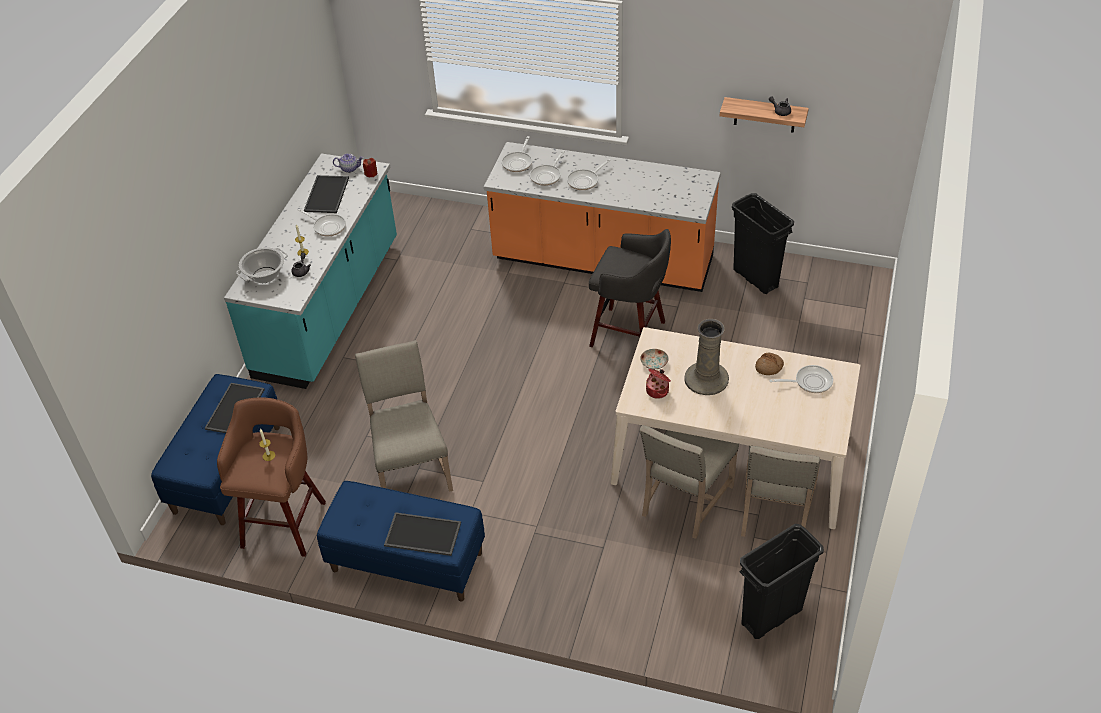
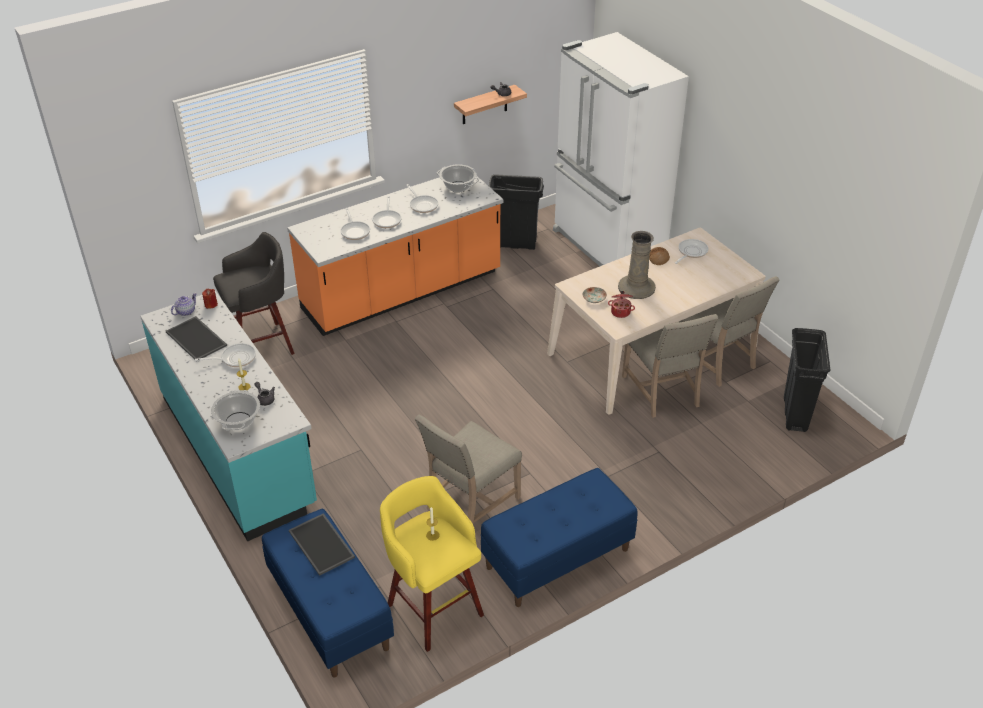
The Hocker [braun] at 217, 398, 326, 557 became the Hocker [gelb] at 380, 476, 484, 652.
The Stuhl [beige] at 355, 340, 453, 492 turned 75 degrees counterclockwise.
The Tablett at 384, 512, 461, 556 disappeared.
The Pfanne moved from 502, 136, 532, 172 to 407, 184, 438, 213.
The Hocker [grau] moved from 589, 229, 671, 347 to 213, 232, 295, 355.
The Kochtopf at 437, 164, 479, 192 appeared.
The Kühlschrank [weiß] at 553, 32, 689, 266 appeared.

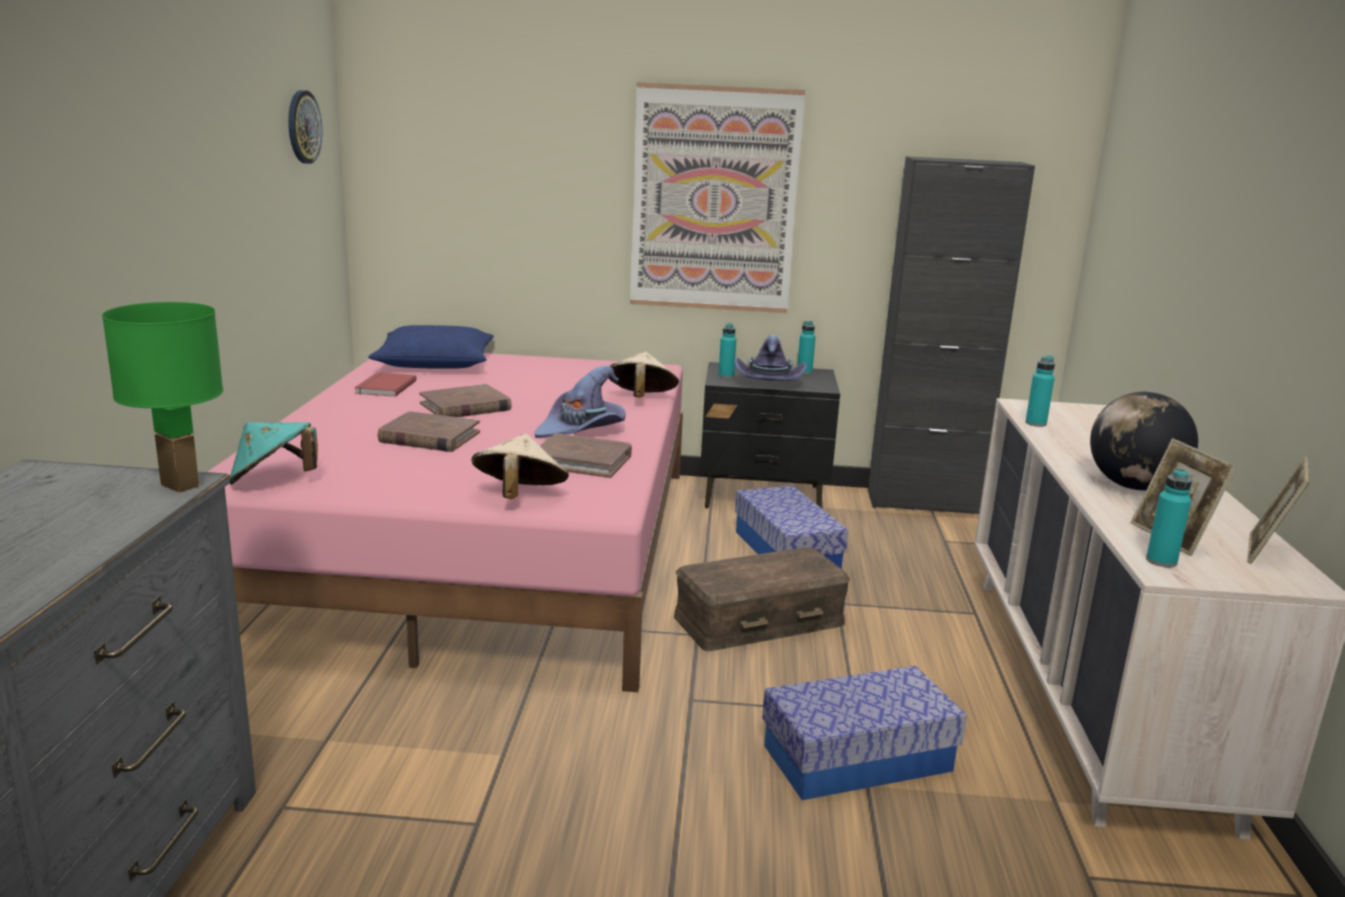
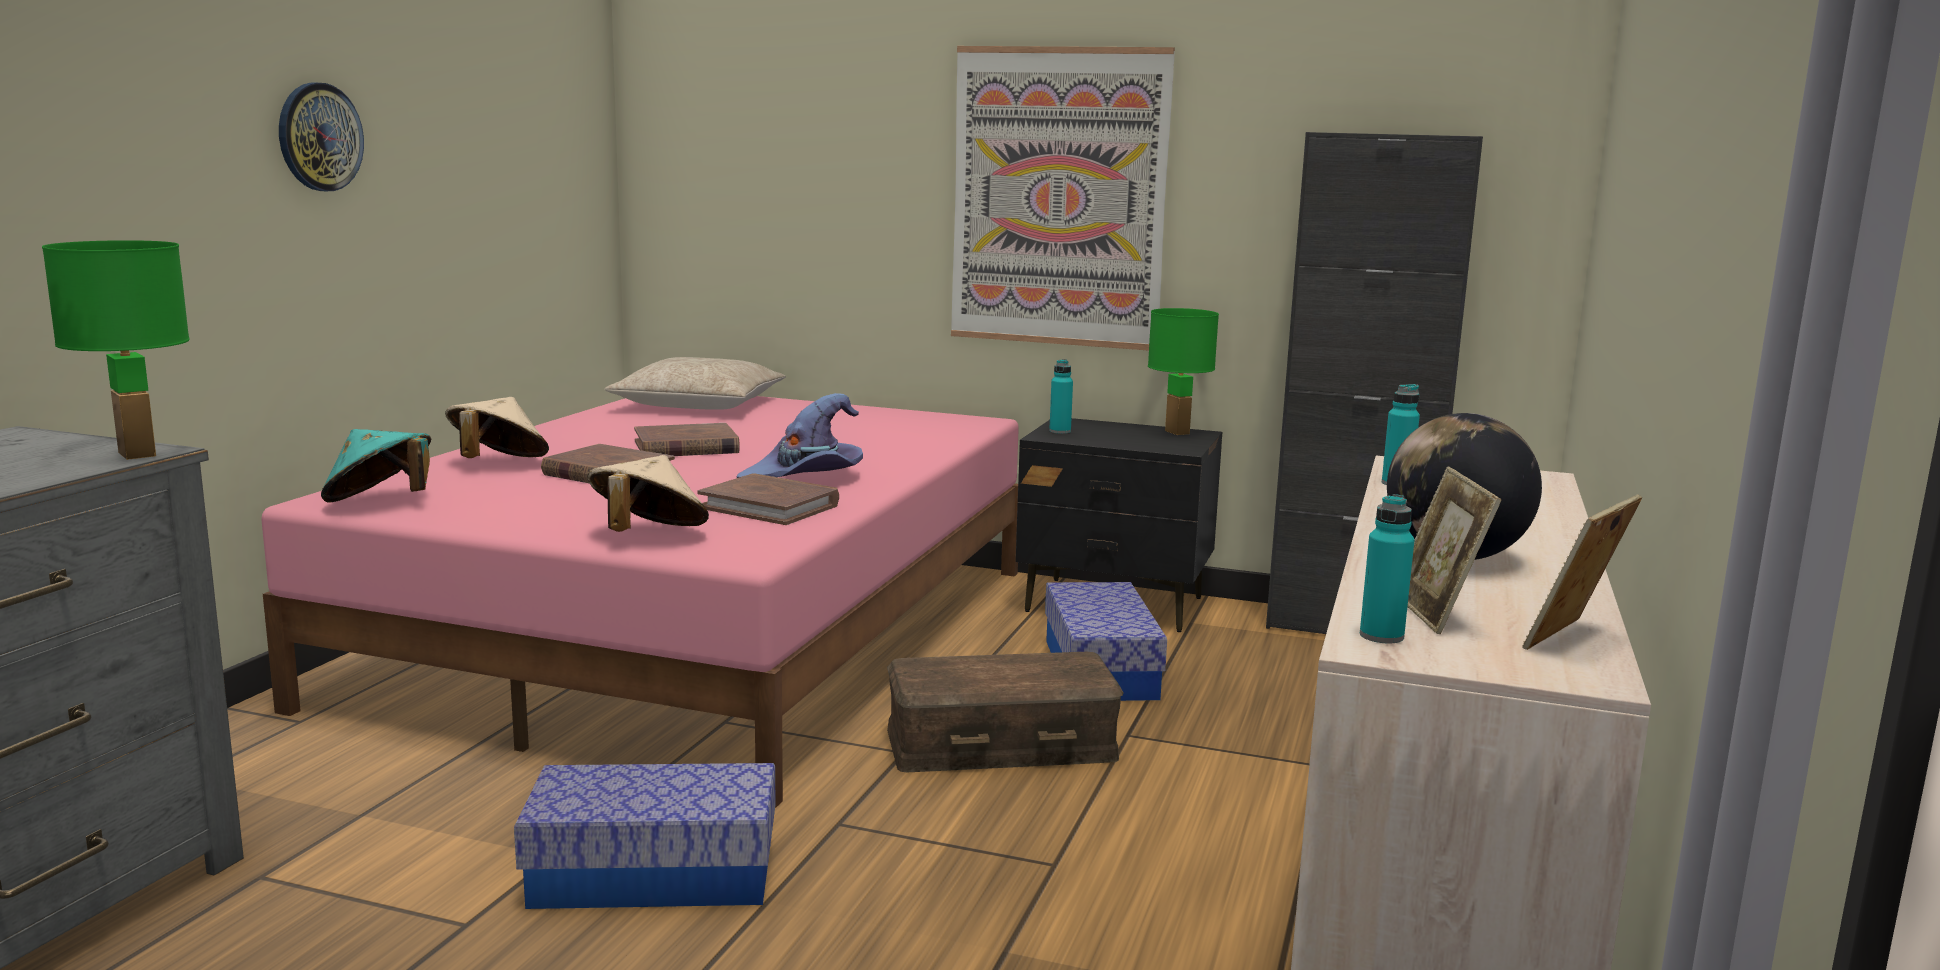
The Wanduhr moved from 288, 90, 322, 164 to 279, 83, 364, 191.
The Buch [rot] at 354, 372, 416, 397 disappeared.
The Kissen [blau] at 368, 325, 494, 369 became the Kissen [beige] at 605, 357, 786, 410.
The Hut [beige] moved from 609, 352, 679, 398 to 445, 397, 549, 458.
The Hut [lila] at 734, 334, 807, 381 disappeared.
The Aufbewahrungsbox moved from 762, 666, 967, 800 to 514, 763, 776, 909.
The Flasche [türkis] at 797, 321, 816, 374 was replaced by the Tischlampe [grün] at 1148, 308, 1219, 435.

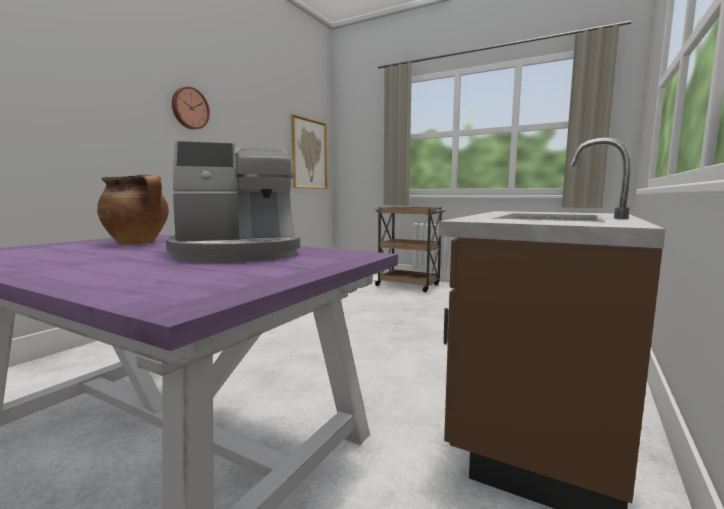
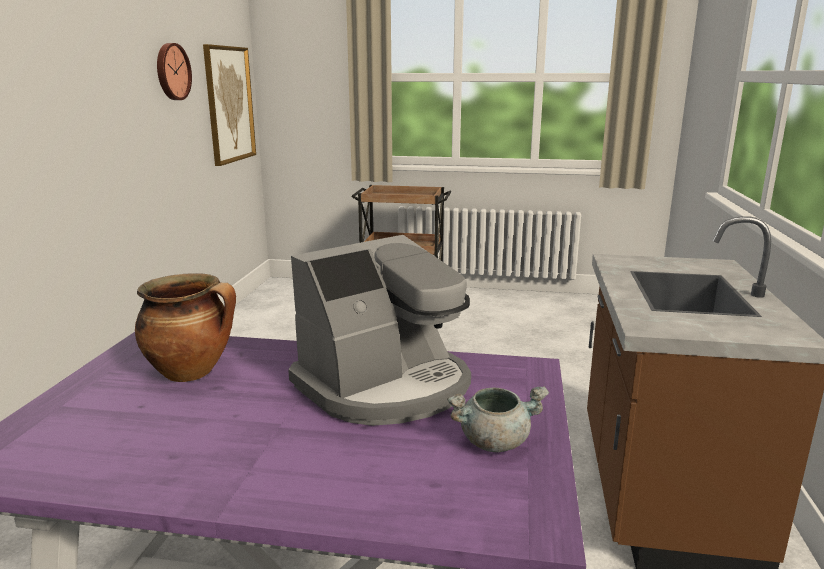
The Wanduhr moved from 172, 87, 210, 130 to 157, 43, 192, 100.
The Kochtopf [grau] at 447, 386, 549, 452 appeared.

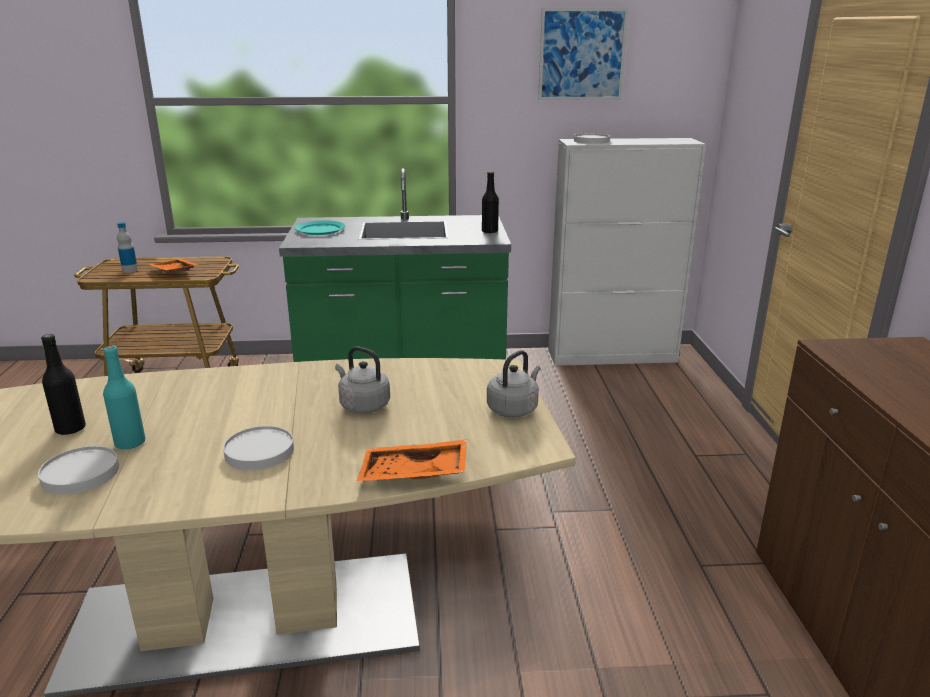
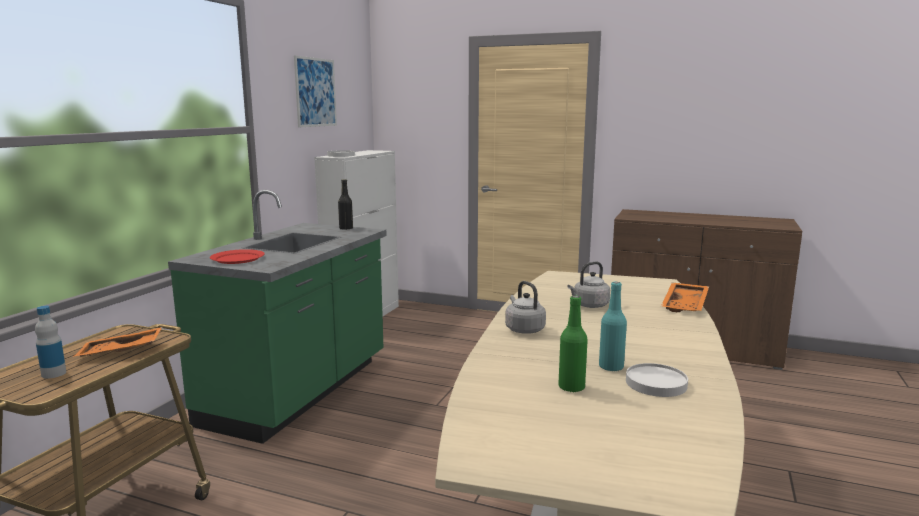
The Flasche [schwarz] at 41, 334, 86, 435 became the Flasche [grün] at 558, 296, 588, 393.
The Teller [weiß] at 223, 426, 294, 470 disappeared.
The Teller [türkis] at 295, 220, 345, 235 became the Teller [rot] at 210, 249, 265, 264.
The Wasserkessel [grau] moved from 487, 350, 541, 417 to 505, 281, 546, 334.

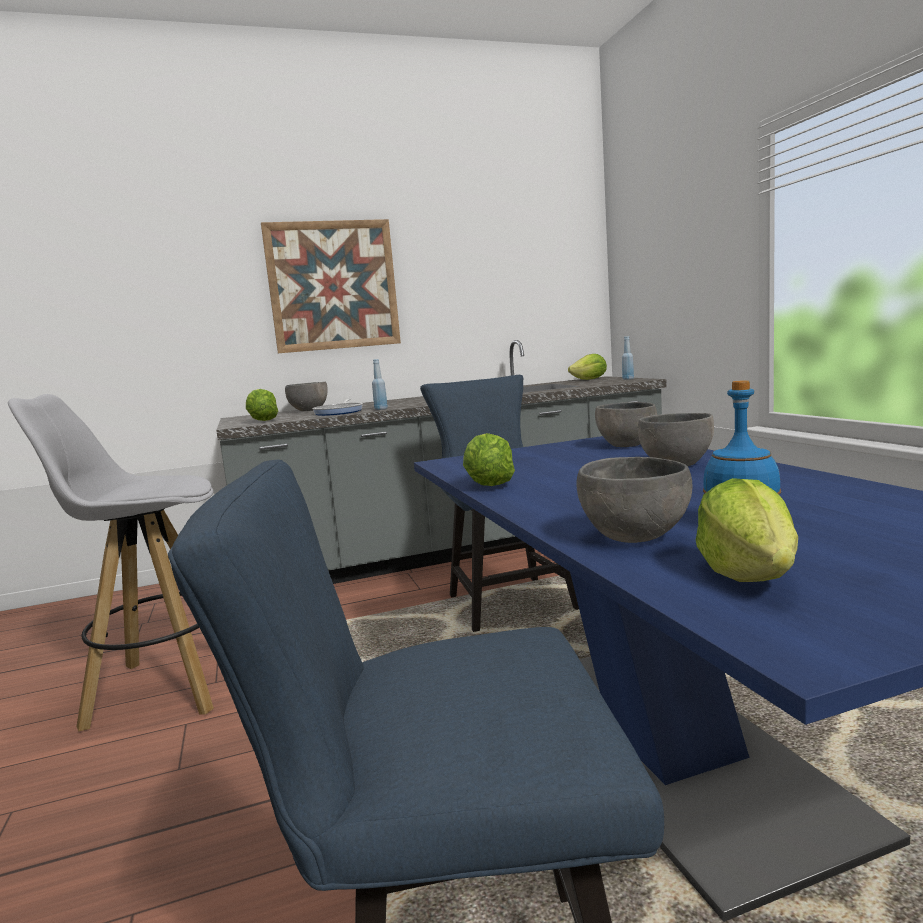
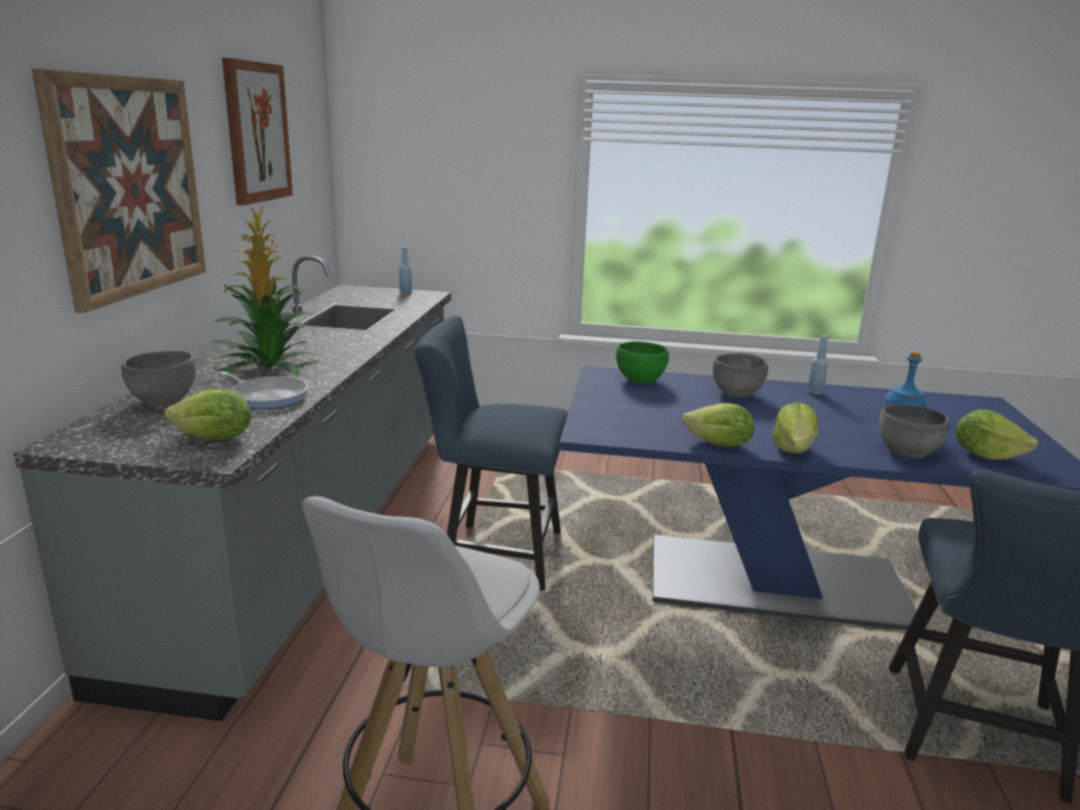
The Flasche [blau] moved from 372, 359, 388, 410 to 807, 335, 828, 395.
The Salatkopf moved from 568, 354, 607, 380 to 773, 402, 818, 453.
The Schüssel [grau] at 595, 402, 657, 447 became the Schüssel [grün] at 616, 341, 669, 384.
The Topfpflanze at 212, 206, 317, 377 appeared.
The Bild at 222, 58, 293, 205 appeared.

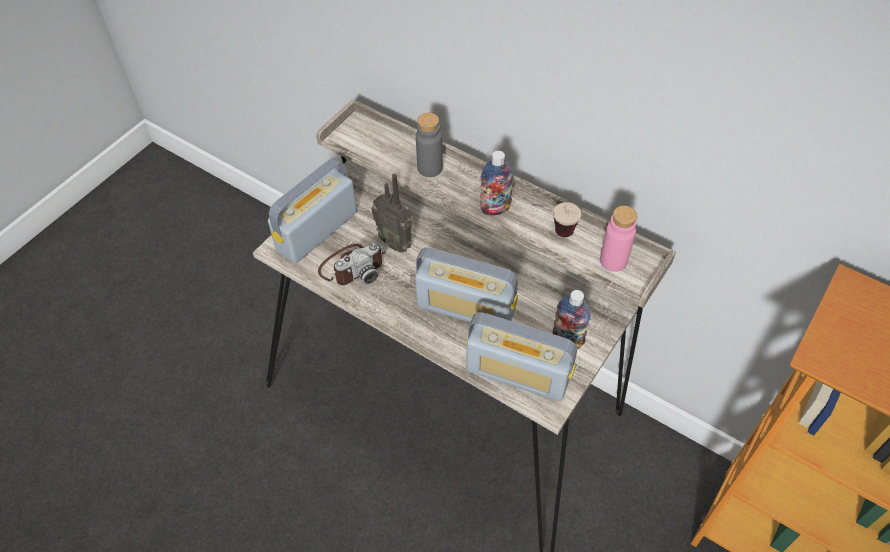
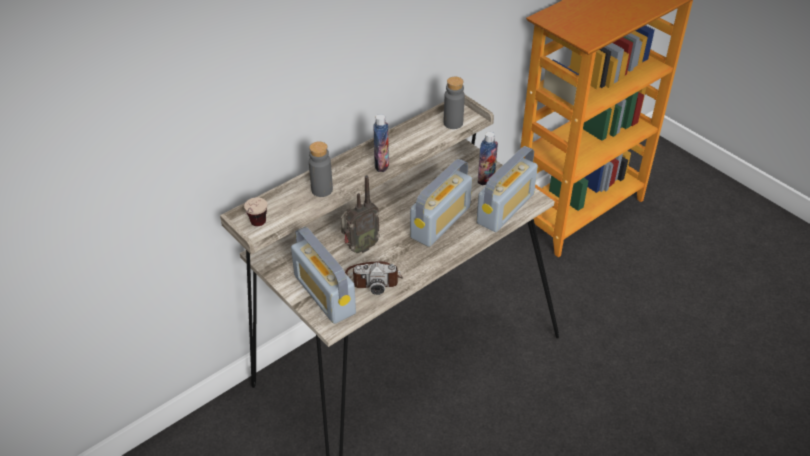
The Kamera at 318, 243, 385, 285 turned 105 degrees clockwise.
The Tasse moved from 532, 202, 581, 237 to 244, 197, 267, 226.
The Flasche [rosa] at 600, 206, 637, 272 became the Flasche [grau] at 444, 77, 465, 129.

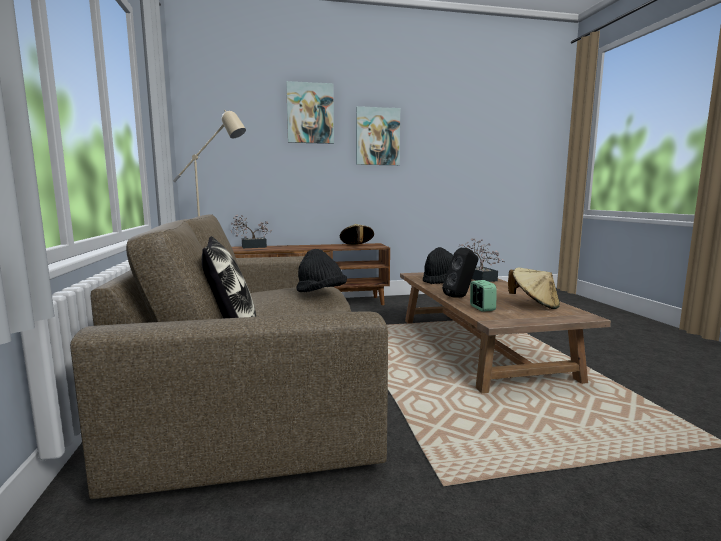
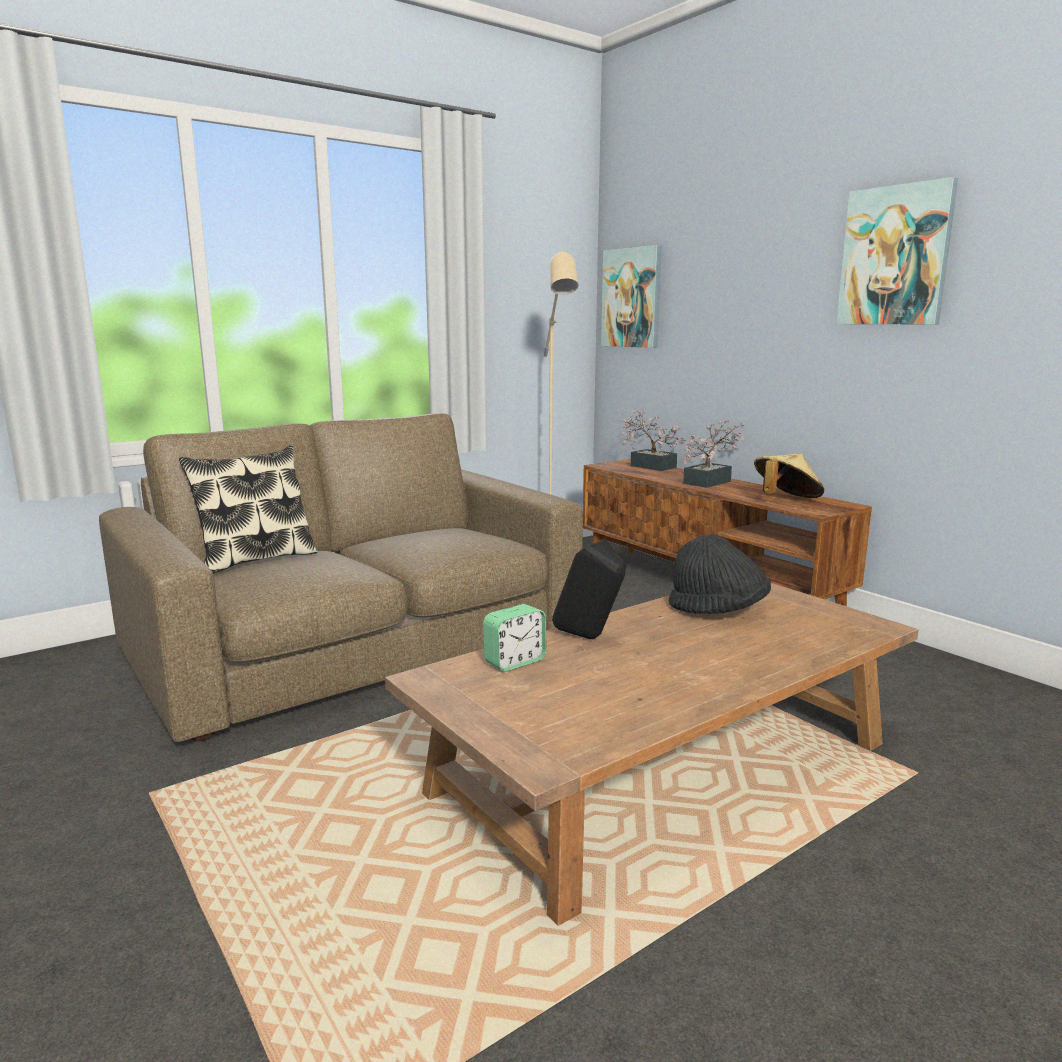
The Bild moved from 286, 81, 334, 144 to 601, 245, 662, 348.
The Hut [schwarz] at 296, 249, 347, 292 disappeared.
The Topfpflanze moved from 458, 238, 505, 282 to 683, 420, 745, 488.
The Hut [beige] at 508, 268, 560, 309 disappeared.

